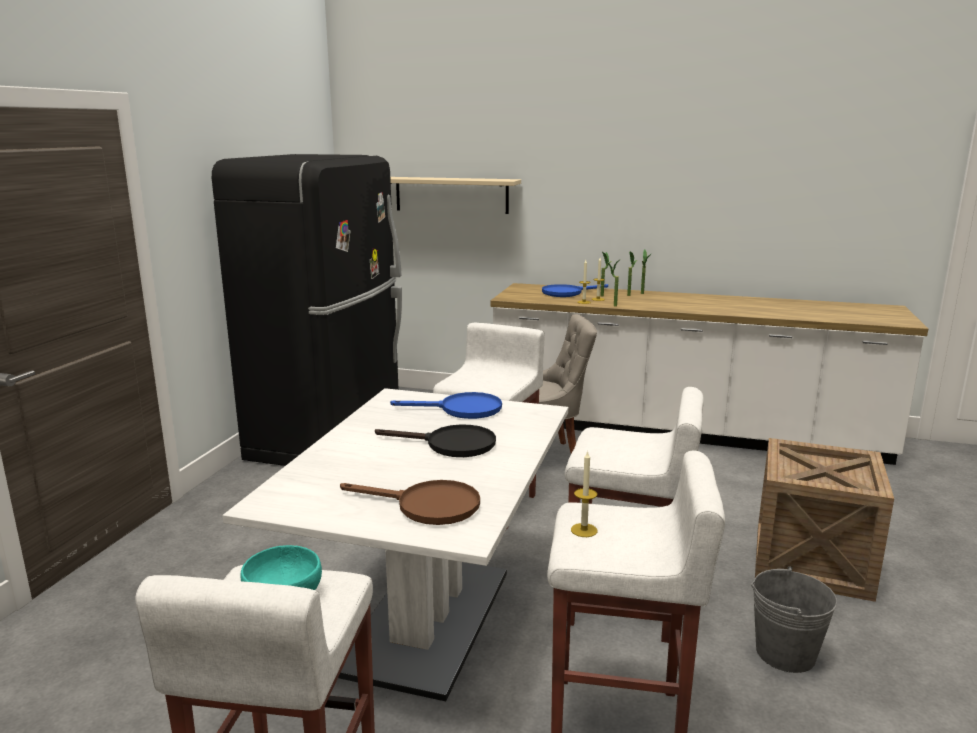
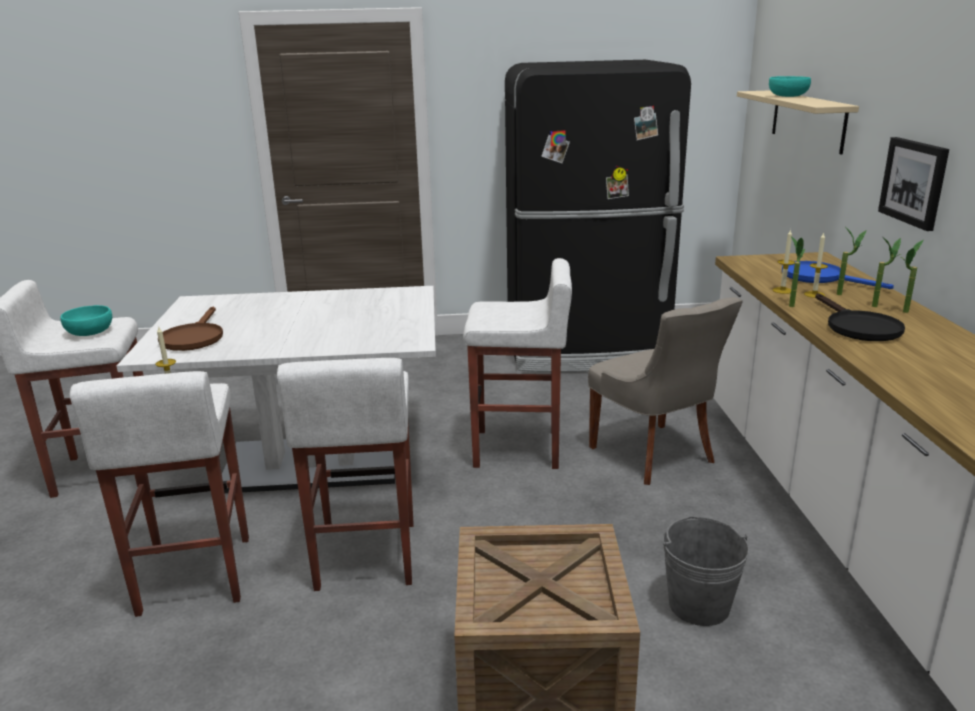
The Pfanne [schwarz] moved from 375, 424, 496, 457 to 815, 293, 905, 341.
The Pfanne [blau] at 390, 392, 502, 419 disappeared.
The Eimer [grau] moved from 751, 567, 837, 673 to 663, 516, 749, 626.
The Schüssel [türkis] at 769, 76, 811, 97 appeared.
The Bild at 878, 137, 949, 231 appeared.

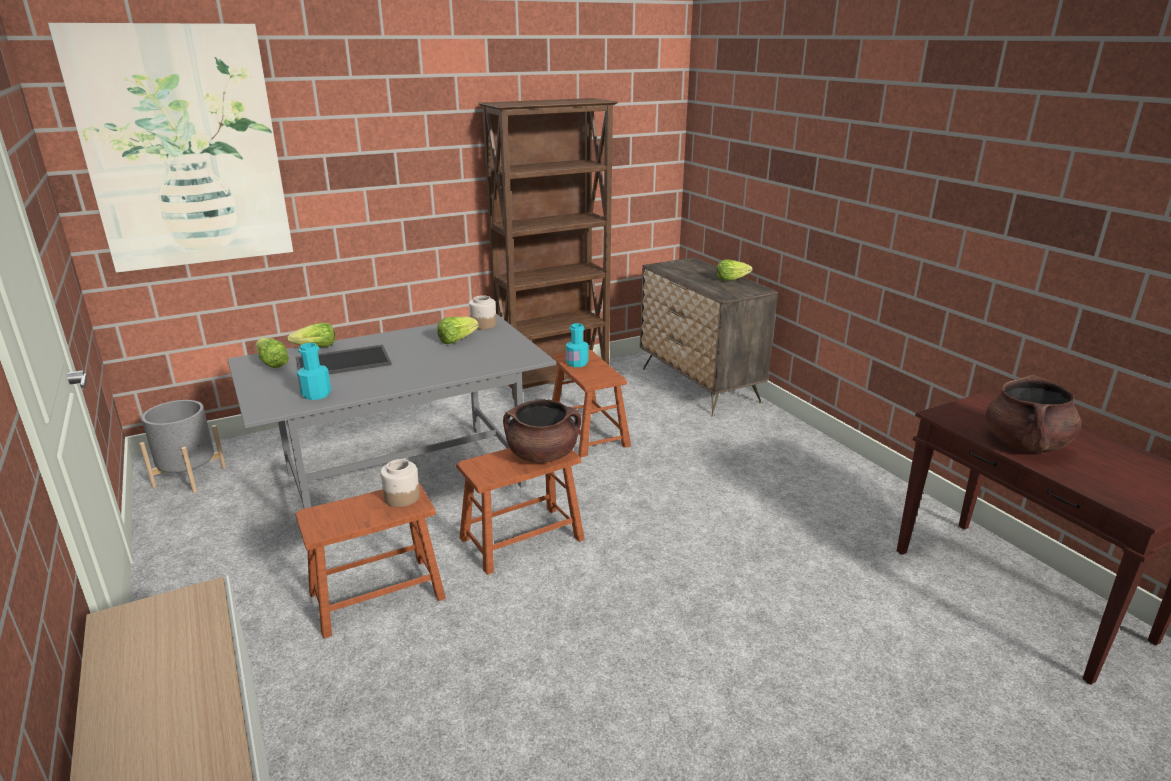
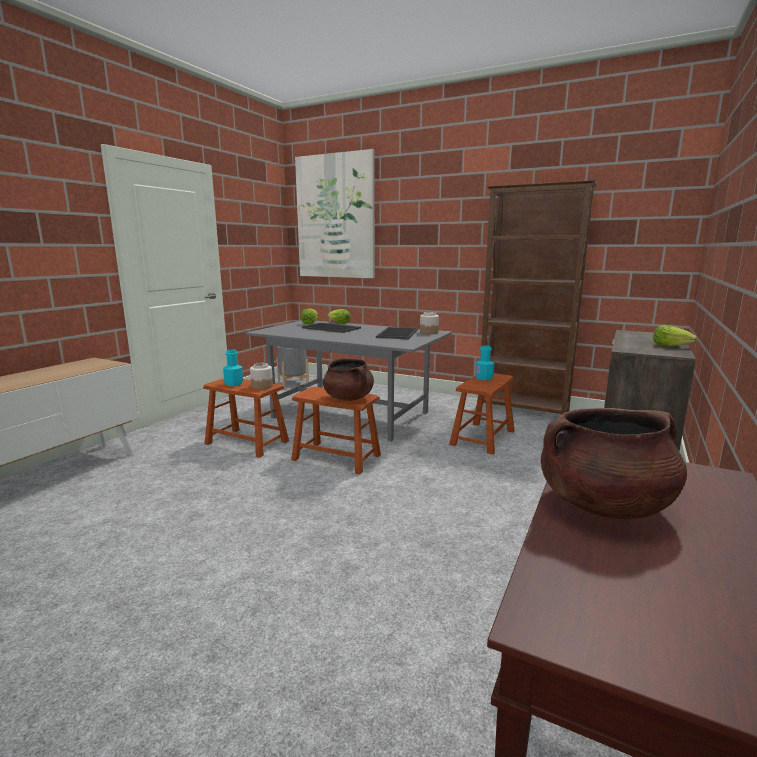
The Flasche [türkis] moved from 297, 343, 331, 400 to 223, 350, 243, 386.
The Salatkopf at 437, 316, 479, 344 was replaced by the Tablett at 376, 327, 418, 339.

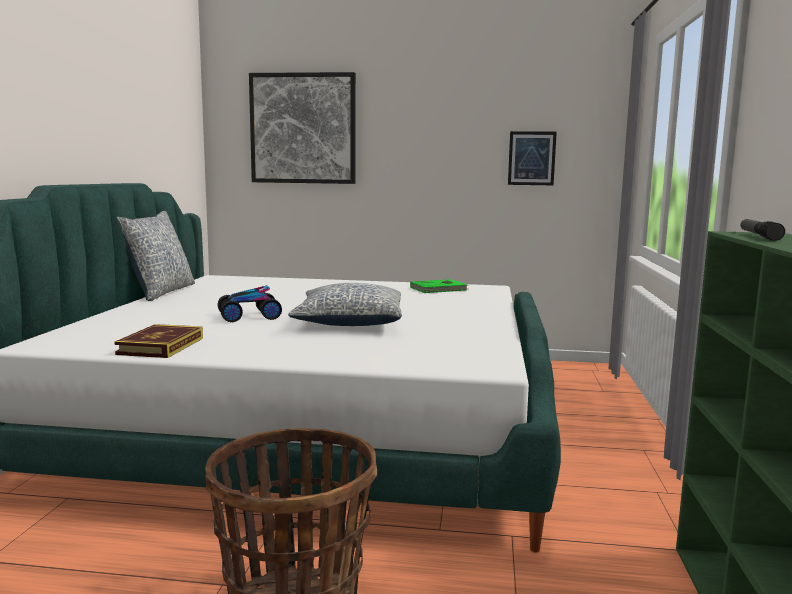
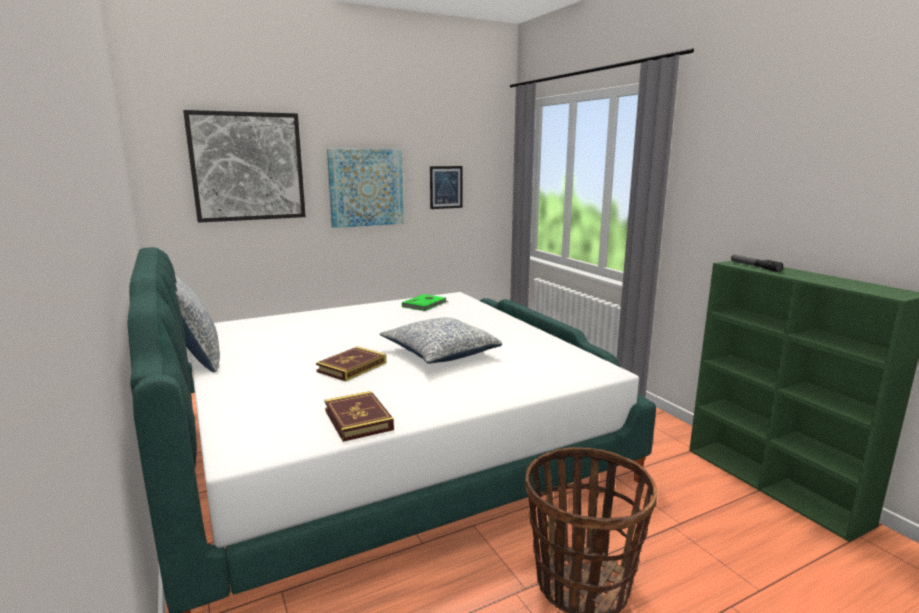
The Spielzeugauto at 218, 285, 282, 322 was replaced by the Buch at 316, 347, 386, 381.
The Bild at 327, 149, 404, 228 appeared.

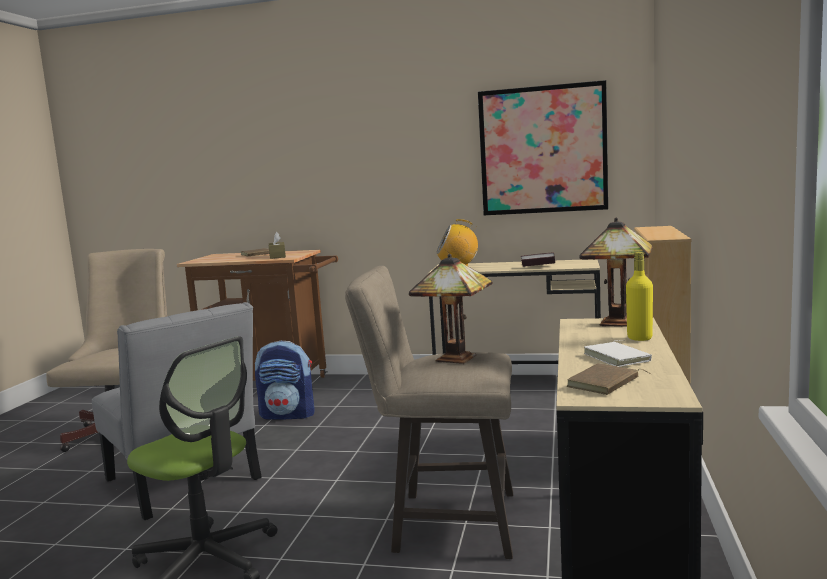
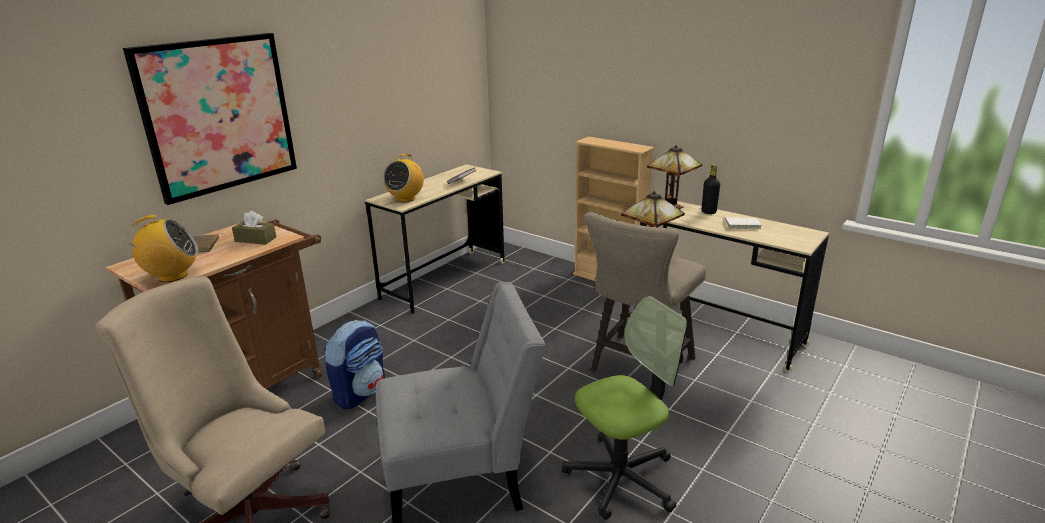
The Bild moved from 478, 80, 608, 215 to 123, 33, 297, 205.
The Buch [braun] at 567, 363, 651, 395 disappeared.
The Flasche [gelb] at 626, 252, 653, 341 became the Flasche [schwarz] at 702, 164, 720, 214.
The Radio at 121, 215, 198, 282 appeared.

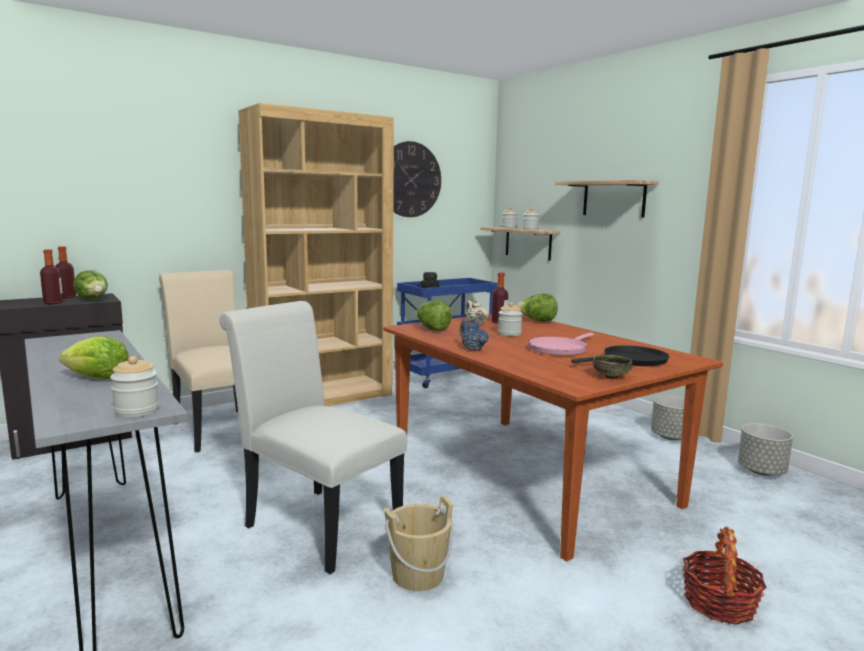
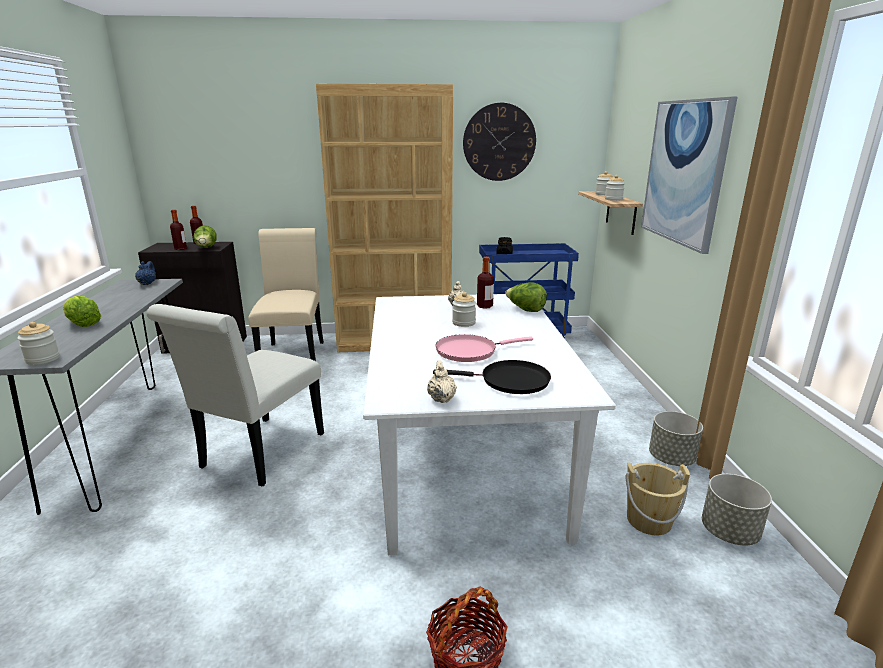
The Stuhl [weiß] at 219, 301, 407, 574 turned 135 degrees counterclockwise.
The Esstisch [braun] at 384, 314, 723, 562 became the Esstisch [weiß] at 363, 294, 616, 555.
The Eimer [beige] moved from 384, 495, 453, 591 to 626, 462, 690, 535.
The Salatkopf at 416, 300, 452, 331 disappeared.
The Teekanne [blau] moved from 460, 319, 489, 350 to 135, 261, 156, 285.
The Wandregal at 555, 180, 659, 217 was replaced by the Bild at 641, 97, 737, 254.
The Schüssel at 593, 355, 632, 379 was replaced by the Teekanne [beige] at 427, 360, 457, 403.

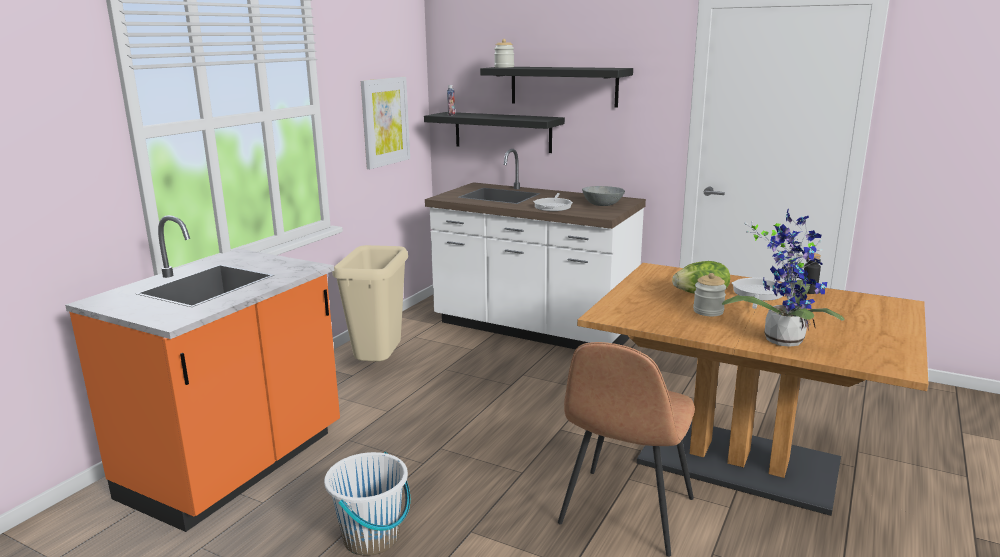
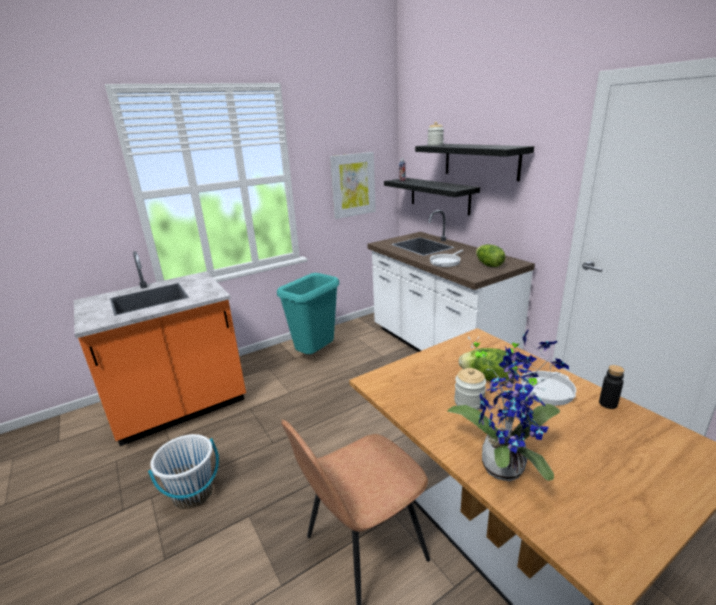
The Mülleimer [beige] at 332, 245, 408, 362 became the Mülleimer [türkis] at 277, 273, 339, 354.
The Schüssel [grau] at 582, 186, 625, 206 was replaced by the Salatkopf at 476, 244, 505, 267.

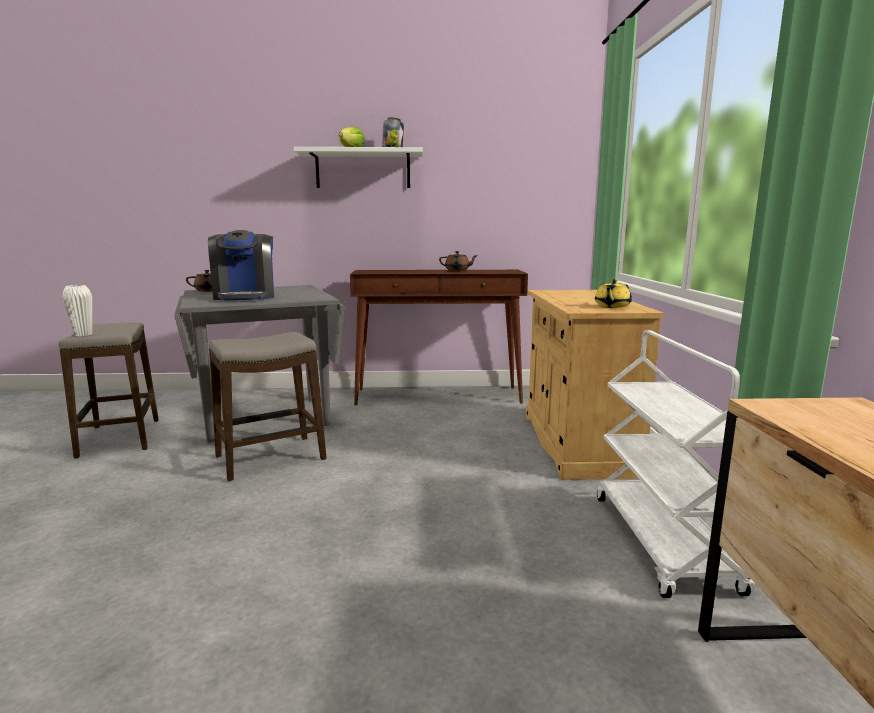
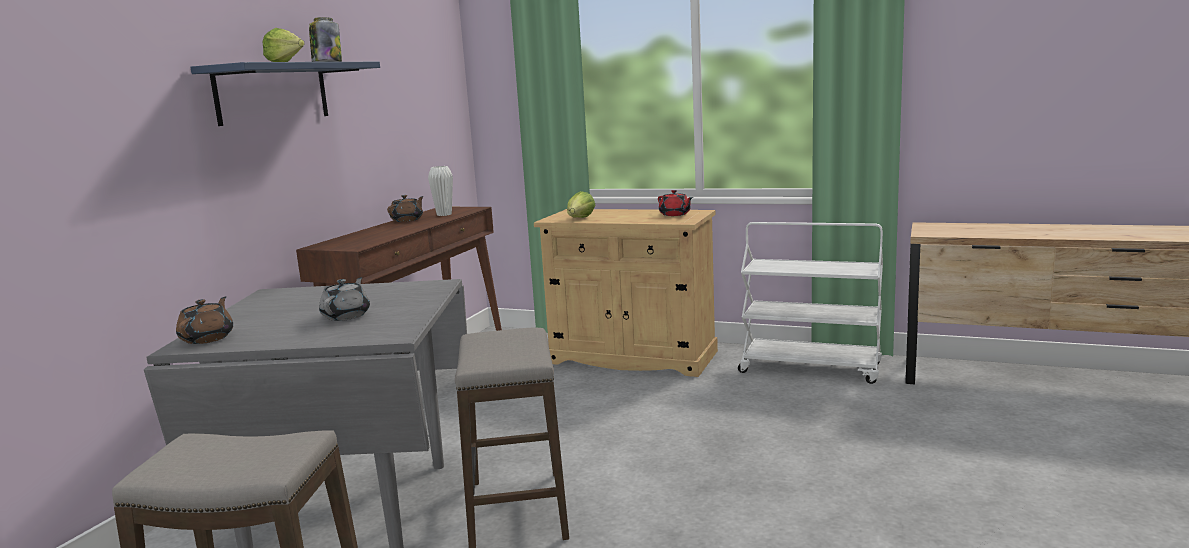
The Vase [weiß] moved from 62, 285, 92, 336 to 428, 166, 453, 216.
The Kaffeemaschine at 208, 230, 274, 300 was replaced by the Teekanne [grau] at 319, 277, 370, 321.
The Wandregal [weiß] at 294, 147, 423, 188 became the Wandregal [blau] at 190, 62, 380, 126.
The Teekanne [gelb] at 595, 279, 632, 308 became the Teekanne [rot] at 658, 190, 693, 216.
The Salatkopf at 567, 191, 595, 218 appeared.

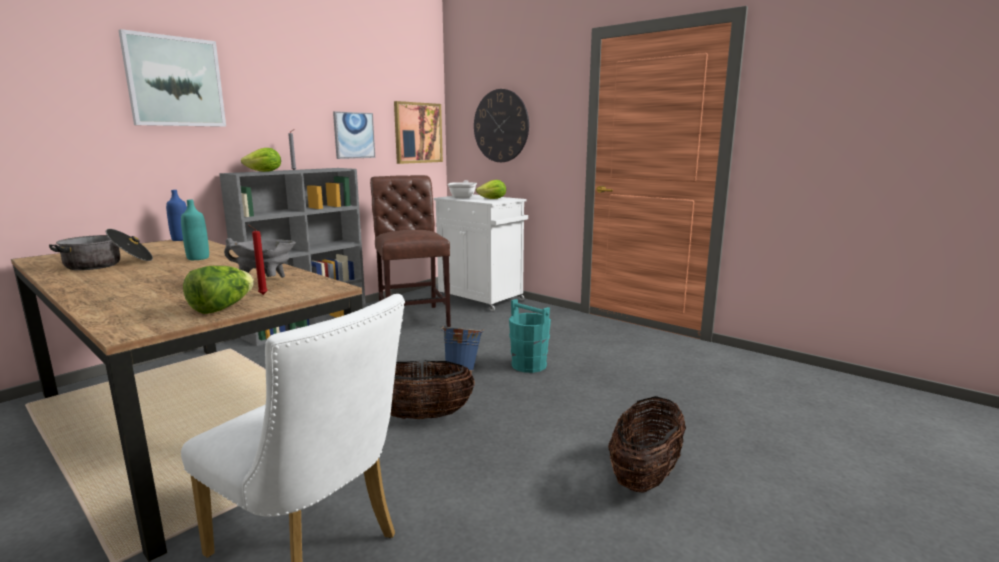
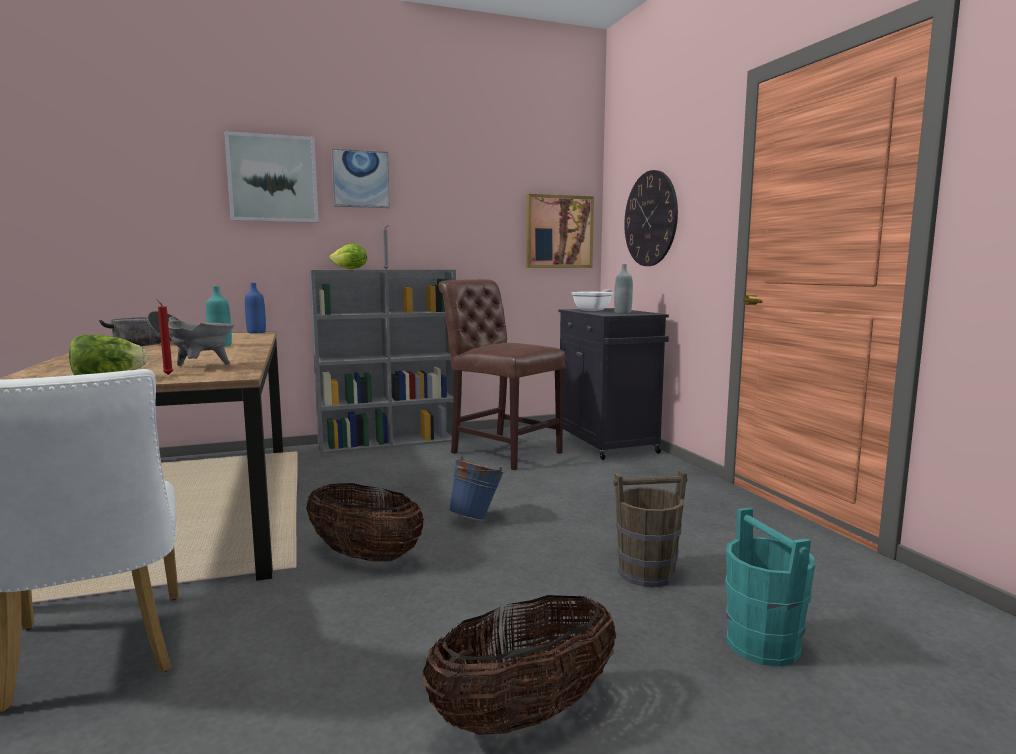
The Bild moved from 333, 111, 375, 159 to 331, 148, 390, 208.
The Stuhl [braun] at 370, 175, 451, 327 turned 60 degrees counterclockwise.
The Schrank [weiß] at 433, 194, 528, 311 became the Schrank [schwarz] at 558, 308, 669, 460.
The Salatkopf at 476, 180, 506, 199 was replaced by the Flasche [grau] at 614, 264, 633, 313.
The Eimer [türkis] moved from 509, 299, 551, 373 to 725, 507, 815, 666.
The Eimer [braun] at 613, 470, 687, 587 appeared.

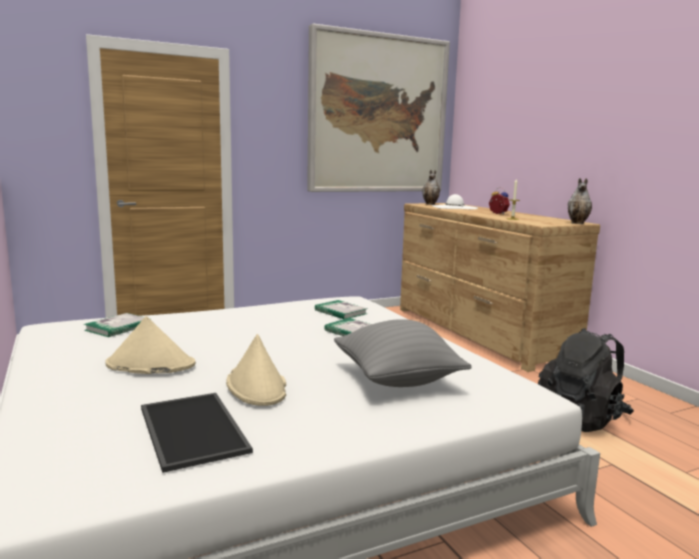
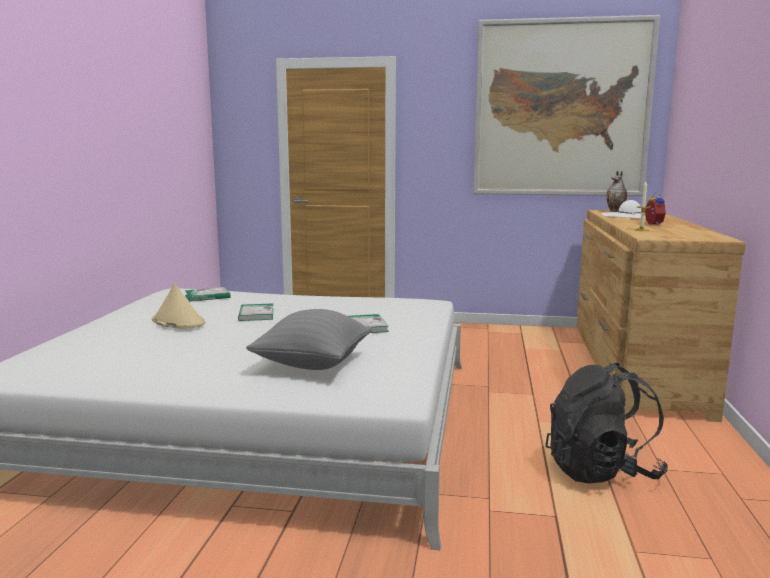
The Tablett at 141, 393, 253, 473 disappeared.
The Hut [beige] at 226, 334, 286, 406 disappeared.
The Buch moved from 315, 300, 367, 319 to 238, 304, 273, 321.
The Vase at 568, 178, 592, 224 disappeared.

